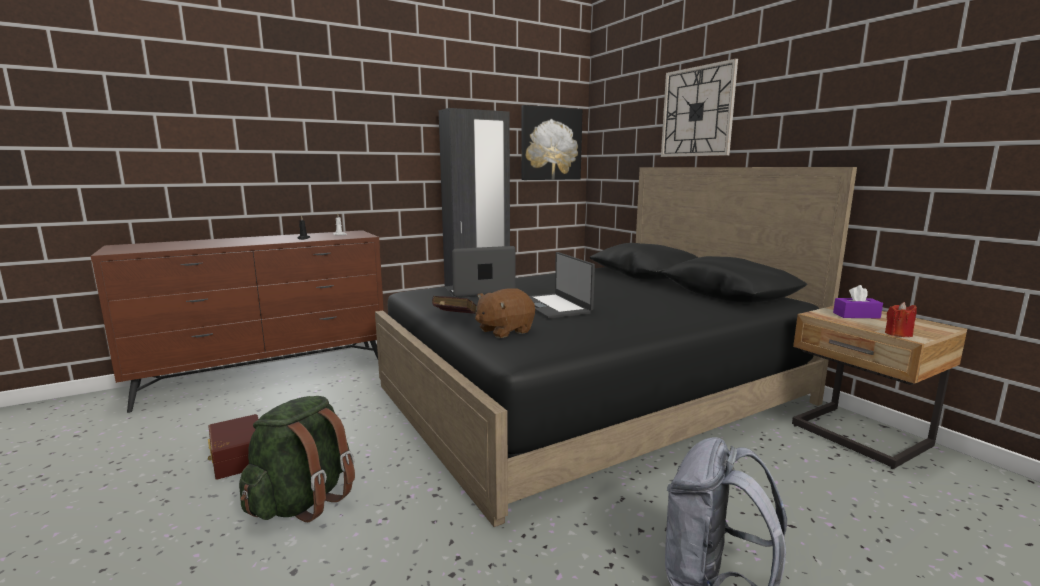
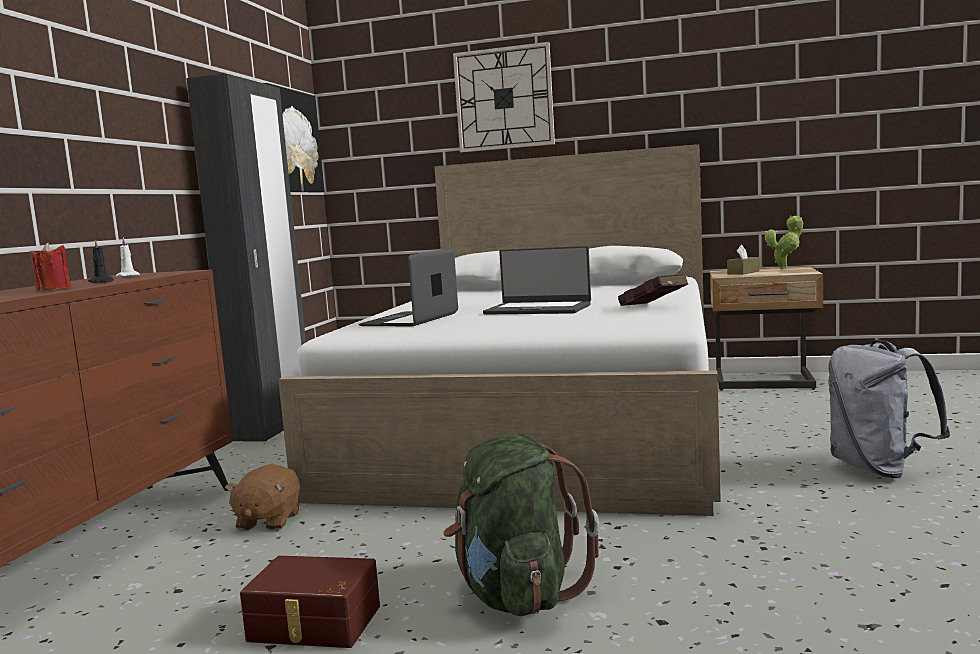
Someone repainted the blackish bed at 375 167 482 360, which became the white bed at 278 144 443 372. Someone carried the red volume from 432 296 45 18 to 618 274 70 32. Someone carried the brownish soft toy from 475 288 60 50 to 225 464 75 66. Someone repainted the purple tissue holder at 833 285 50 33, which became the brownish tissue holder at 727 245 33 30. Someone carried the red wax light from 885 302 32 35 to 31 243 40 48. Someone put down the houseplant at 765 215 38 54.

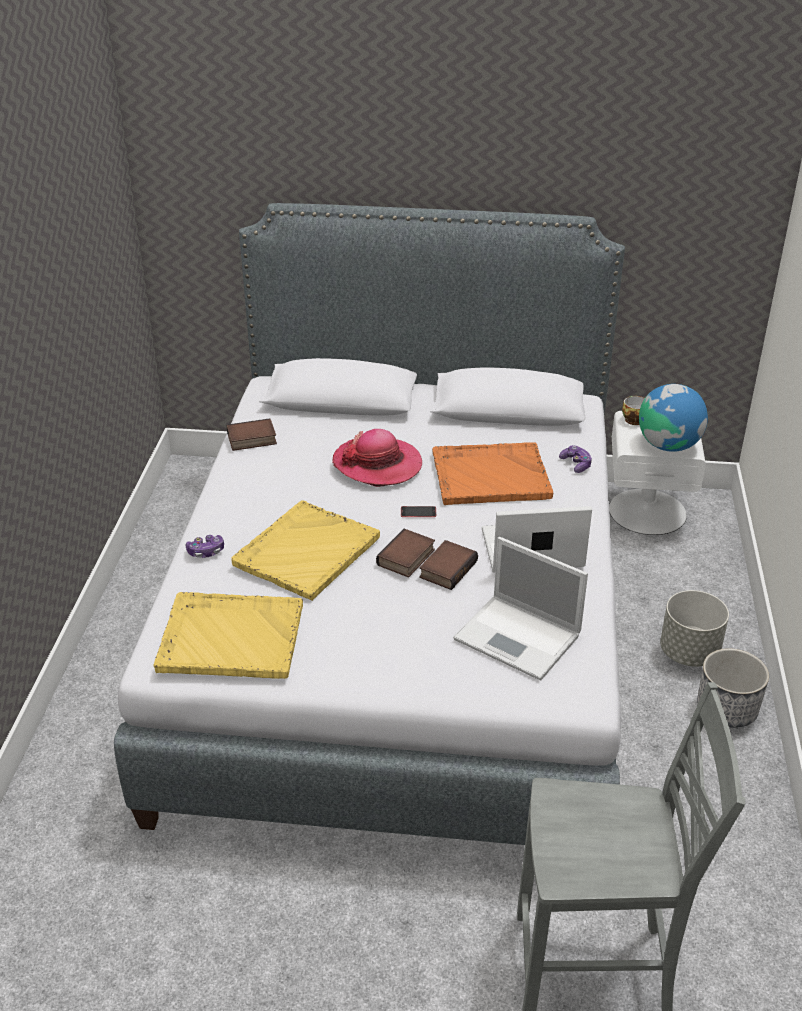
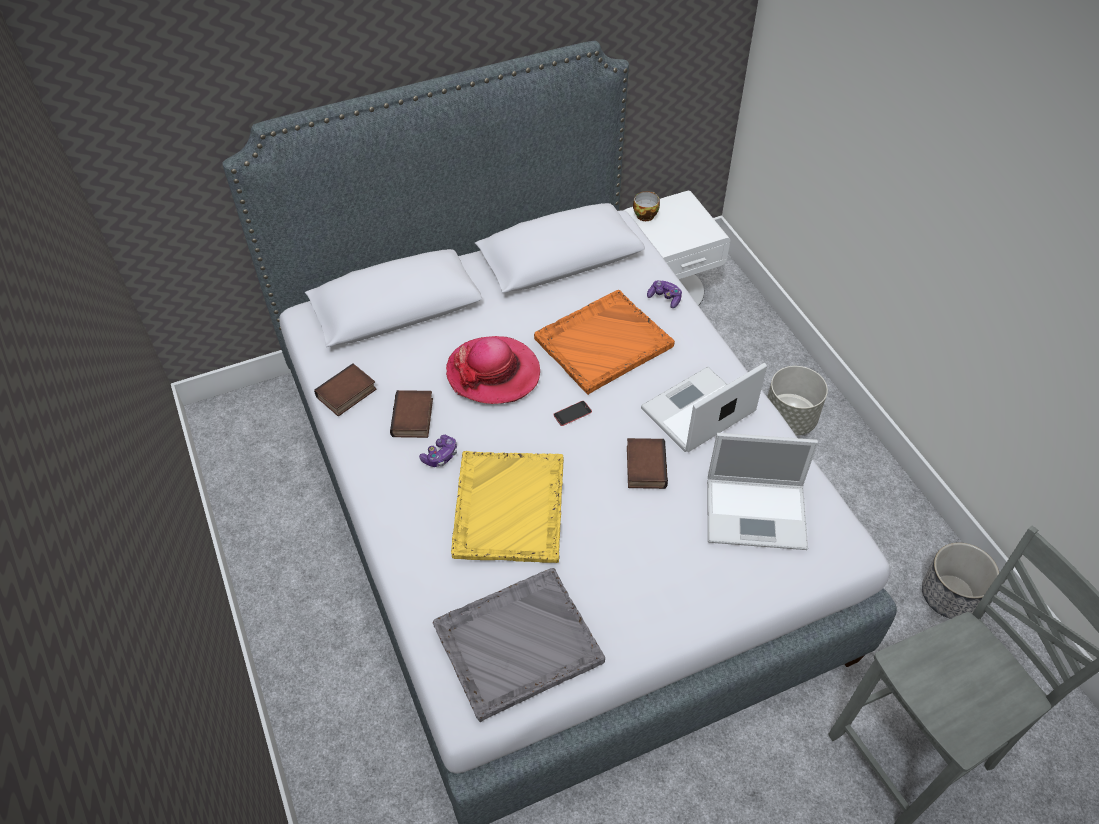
Someone repainted the yellowish serving tray at 153 592 150 87, which became the gray serving tray at 433 568 172 154. Someone carried the gamepad from 186 535 38 23 to 419 435 38 32. Someone carried the volume from 376 529 59 48 to 390 390 43 48. Someone took away the globe at 639 384 69 68. Someone carried the flower pot from 697 648 72 80 to 922 543 77 76.

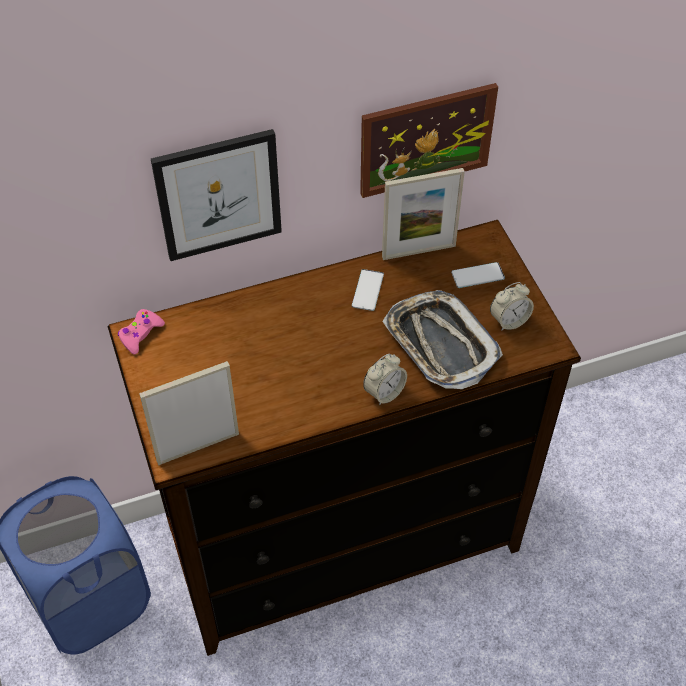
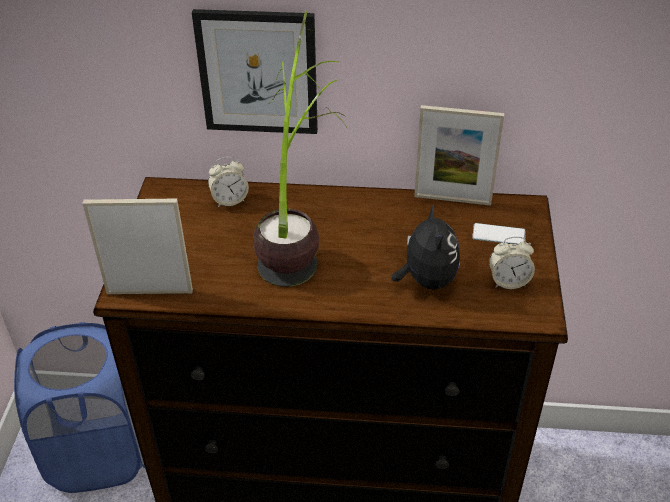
Someone took away the pink gamepad at 118 309 47 46. Someone took away the handset at 352 269 32 42. Someone took away the wall picture at 360 83 138 115. Someone carried the bedside clock from 363 354 44 52 to 208 157 41 50. Someone swapped the serving tray at 382 290 121 99 for the soft toy at 392 204 68 86. Someone put down the houseplant at 253 11 95 276.

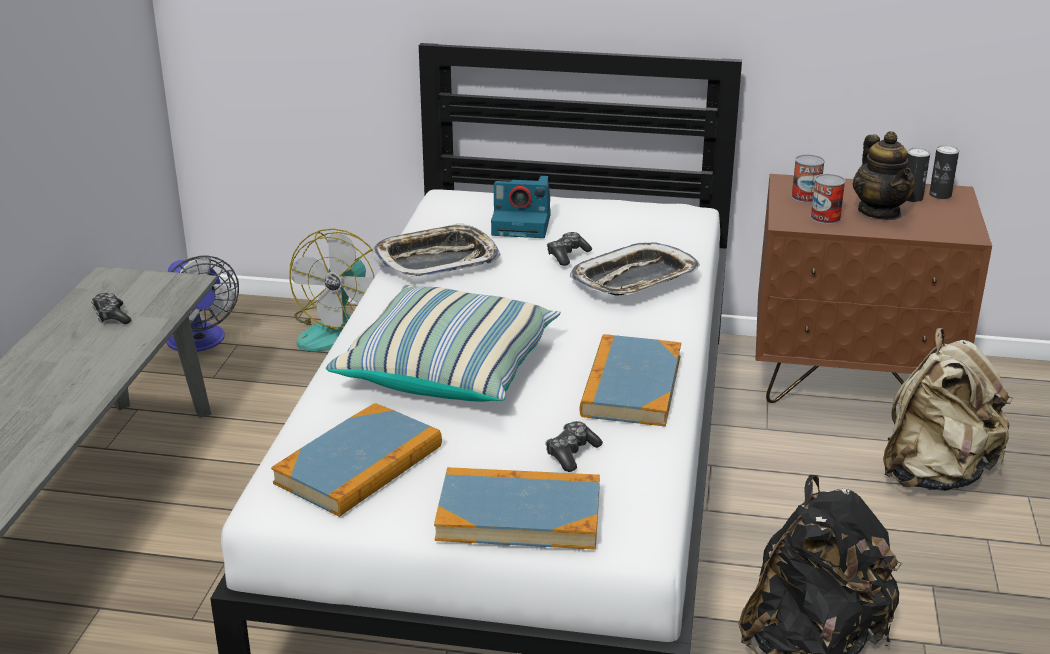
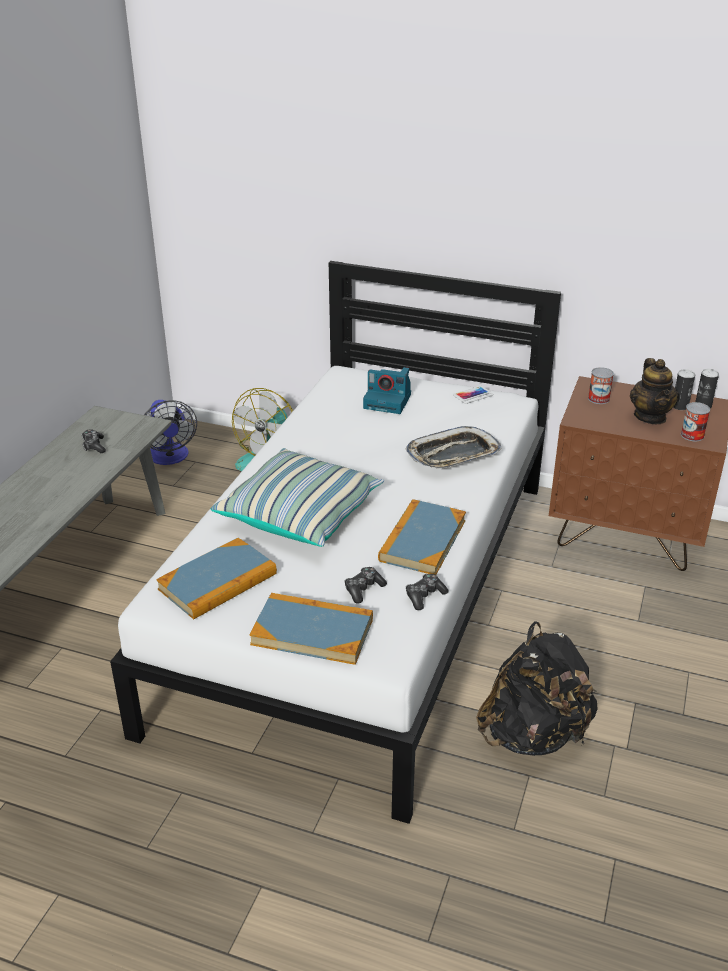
Someone took away the serving tray at 372 223 129 55. Someone carried the gamepad from 547 232 45 34 to 406 574 43 36. Someone carried the can from 810 174 36 50 to 681 402 29 39. Someone took away the beige-coloured knapsack at 883 328 130 163. Someone put down the handset at 453 386 40 18.

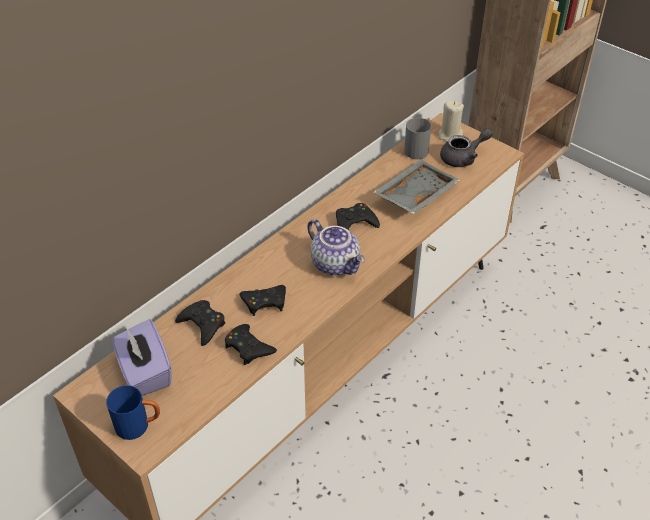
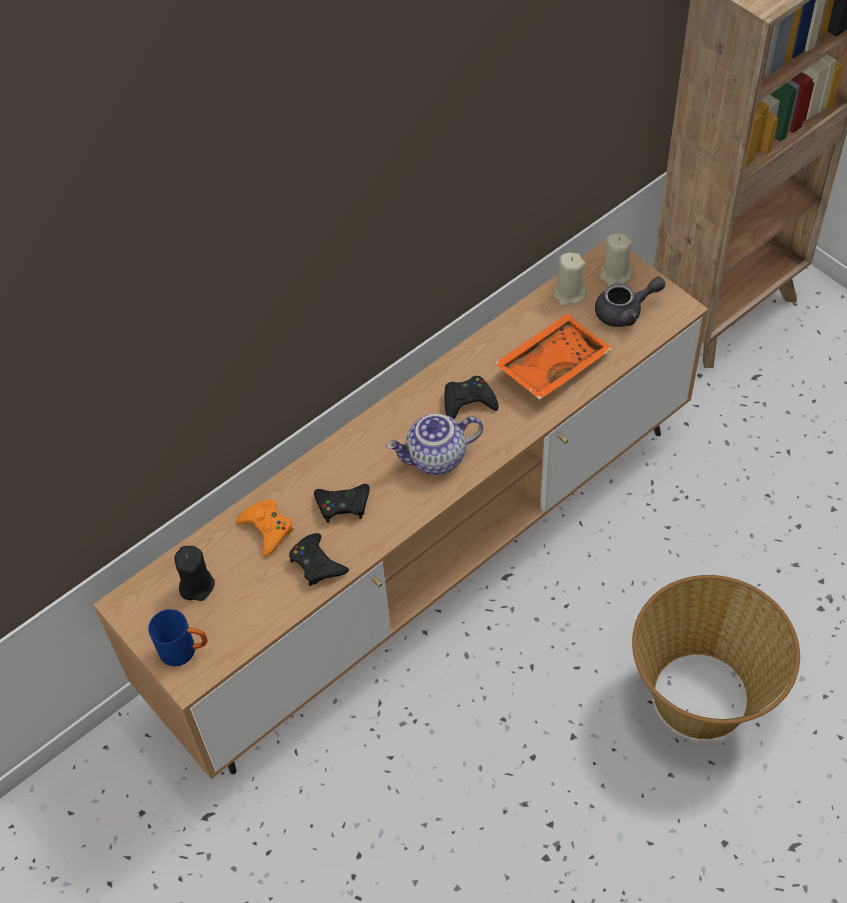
Someone swapped the purple tissue holder at 113 319 59 77 for the blackish wax light at 175 546 40 55. Someone repainted the blackish gamepad at 175 300 50 46, which became the orange gamepad at 236 499 57 58. Someone rotated the tea pot at 308 219 57 57 by 105 degrees clockwise. Someone repainted the gray serving tray at 373 160 87 54, which became the orange serving tray at 494 313 119 87. Someone swapped the gray tea mug at 404 118 27 41 for the beige-coloured wax light at 553 253 34 53. Someone put down the household basket at 632 575 168 164.

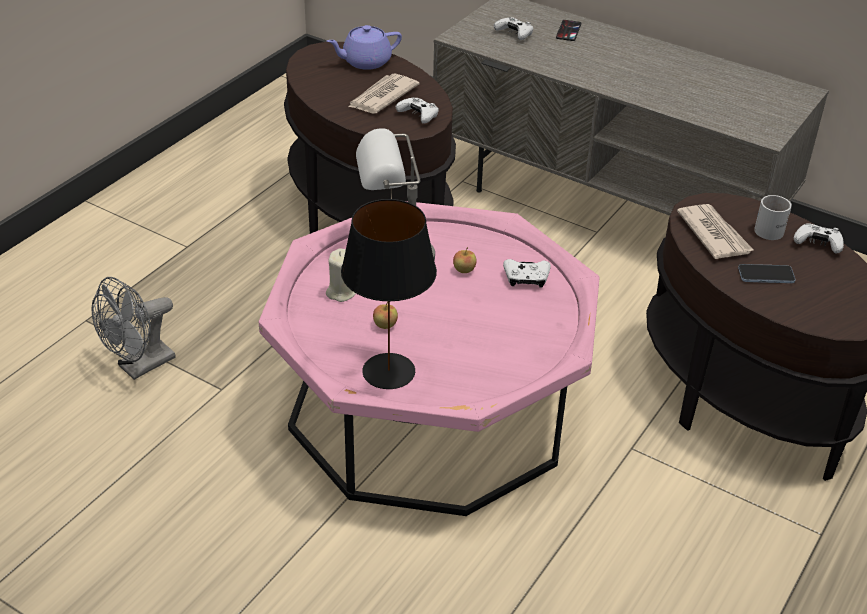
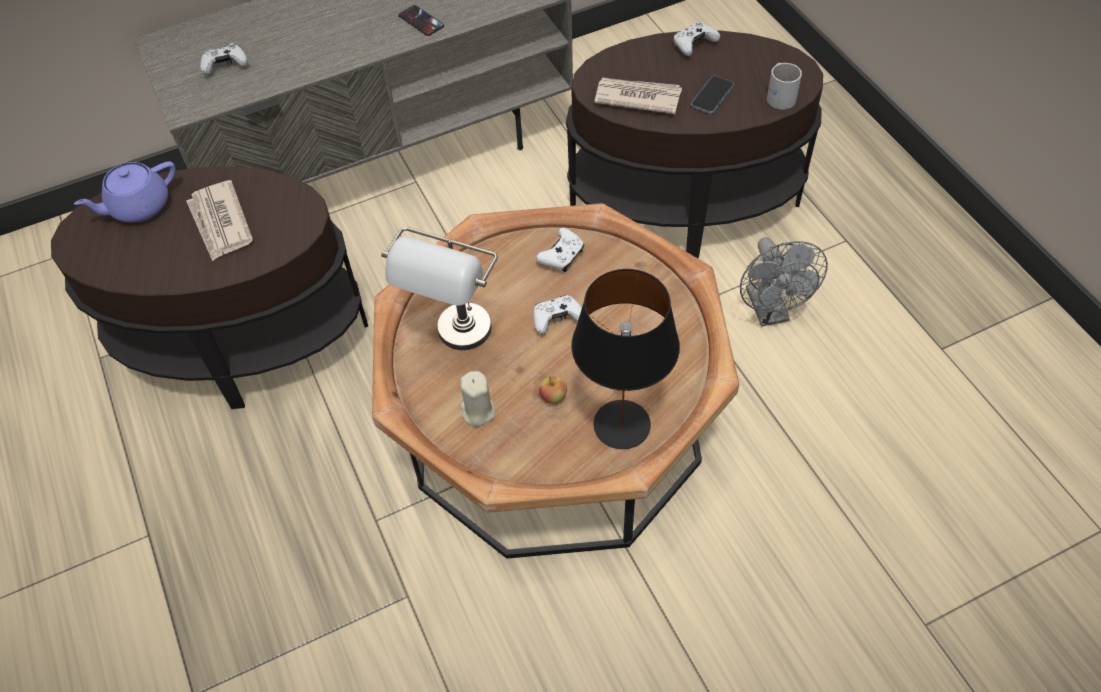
Someone carried the gray electric fan from 91 277 85 103 to 740 237 88 90. Someone repainted the pink coffee table at 259 201 340 315, which became the brownish coffee table at 372 203 367 356. Someone rotated the purple tea pot at 327 25 75 45 by 45 degrees clockwise. Someone carried the white gamepad from 396 97 43 27 to 534 295 48 39. Someone took away the apple fruit at 453 247 24 26. Someone carried the handset from 556 20 25 21 to 398 5 46 31. Someone carried the white tea mug from 754 195 38 45 to 767 63 35 47.

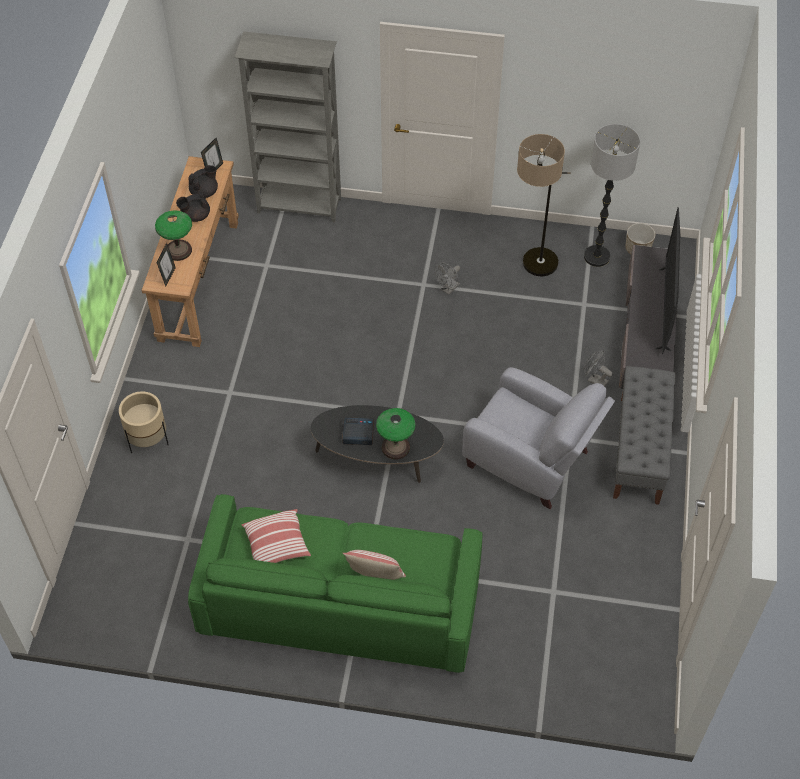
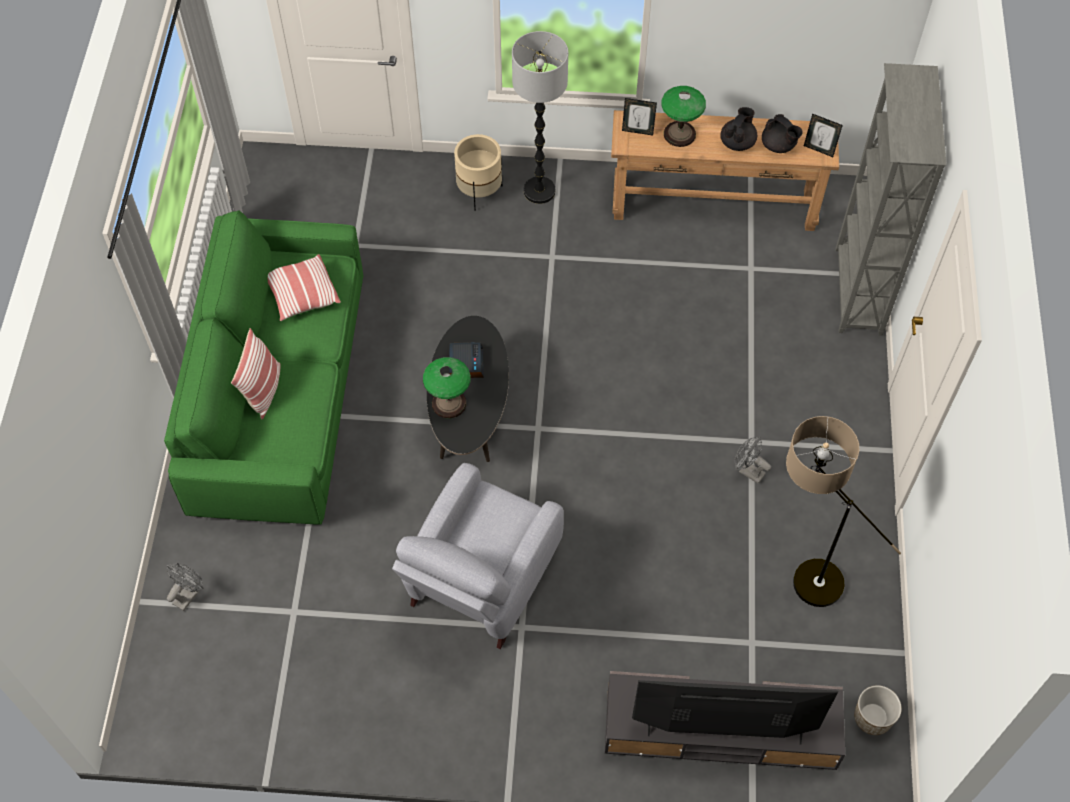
Someone rotated the blackish tea pot at 176 191 34 31 by 60 degrees clockwise. Someone carried the standing lamp from 584 124 56 143 to 512 31 56 173. Someone carried the gray electric fan from 584 350 29 36 to 167 563 36 48. Someone took away the gray indoor bench at 613 366 62 139.

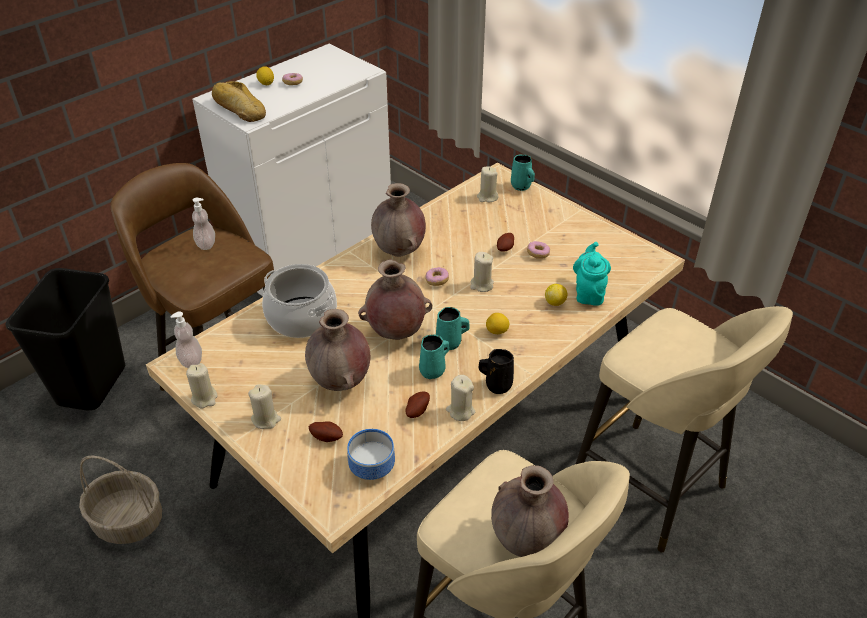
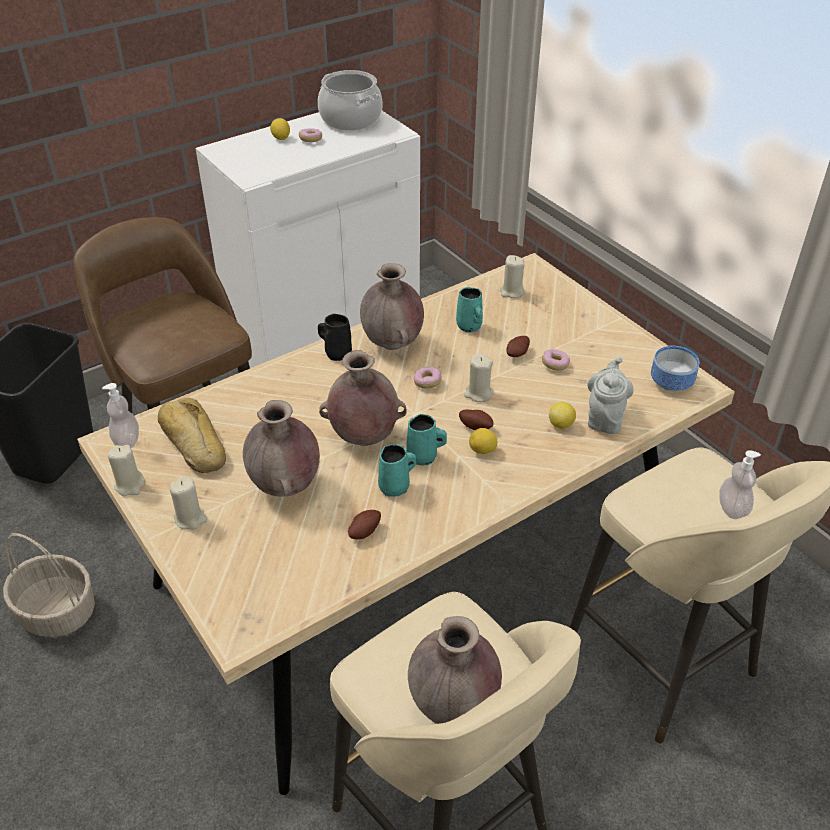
Someone carried the soap bottle from 192 198 23 52 to 720 450 41 69. Someone carried the bread from 212 81 54 41 to 158 398 68 75. Someone carried the cooking pot from 262 264 75 74 to 318 70 65 60. Someone carried the whole potato from 309 421 34 21 to 459 409 35 21. Someone carried the deep dish from 347 429 48 51 to 651 346 48 46. Someone took away the beige-coloured wax light at 446 375 29 46. Someone carried the blackish tea mug from 479 349 35 45 to 318 314 34 47. Someone carried the blue-green tea mug from 511 154 24 37 to 456 287 27 45. Someone repainted the blue-green tea pot at 573 242 38 64, which became the gray tea pot at 587 357 47 77.

